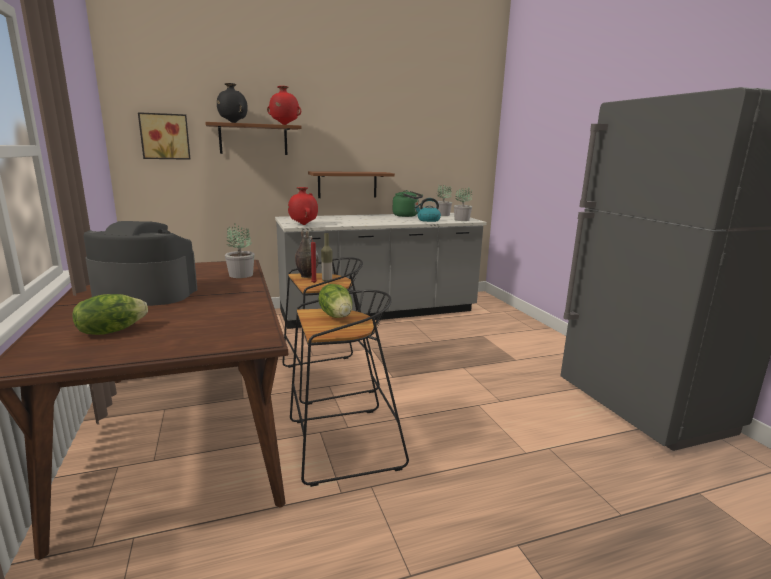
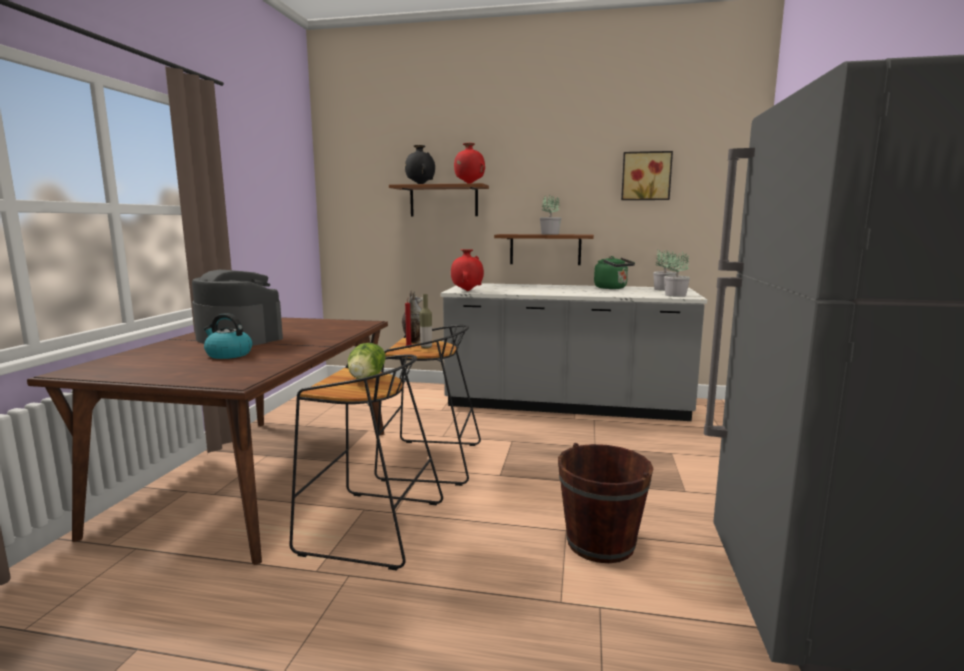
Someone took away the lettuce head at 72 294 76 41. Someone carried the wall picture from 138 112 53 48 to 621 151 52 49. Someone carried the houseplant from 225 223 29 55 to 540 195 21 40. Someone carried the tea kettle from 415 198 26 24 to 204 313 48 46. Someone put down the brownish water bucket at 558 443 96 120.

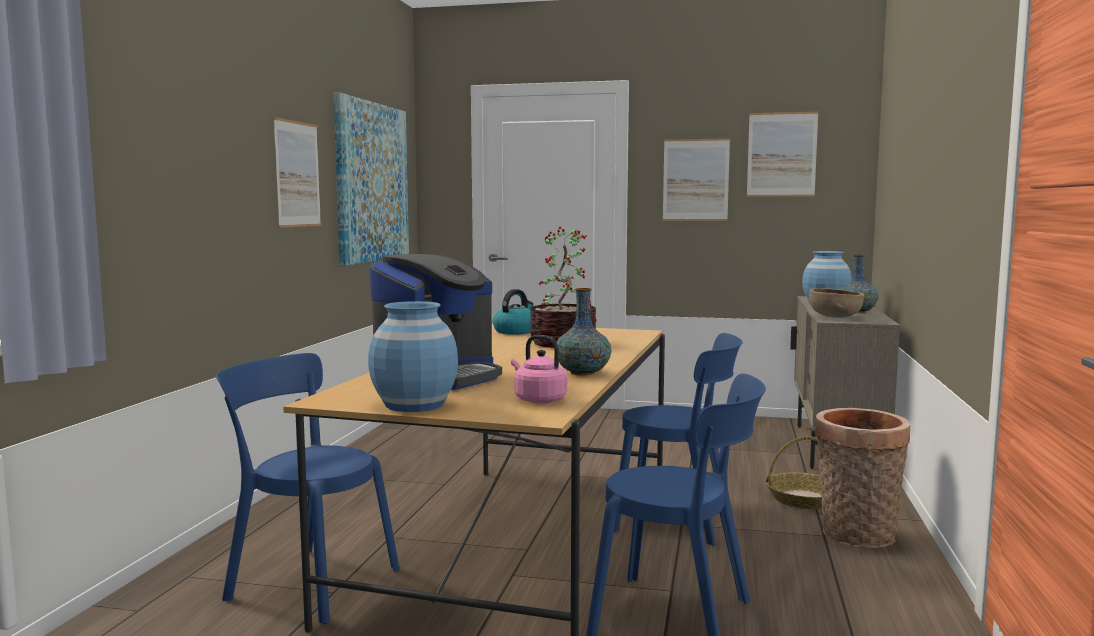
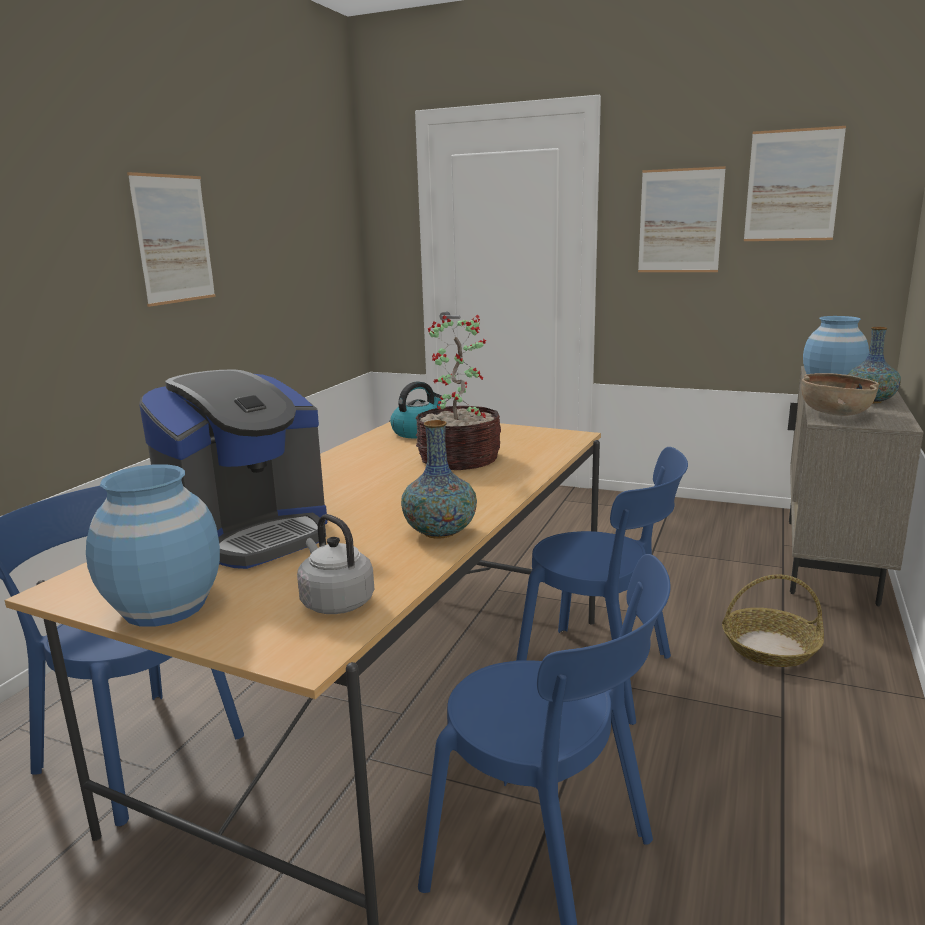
Someone took away the wall picture at 334 92 75 174. Someone repainted the pink tea kettle at 511 335 56 68, which became the gray tea kettle at 297 514 77 100. Someone took away the household basket at 815 408 95 140.

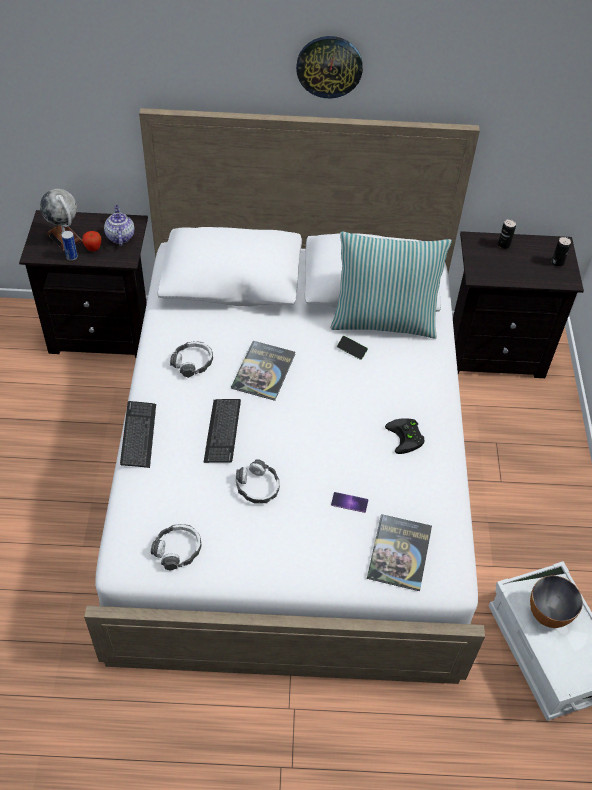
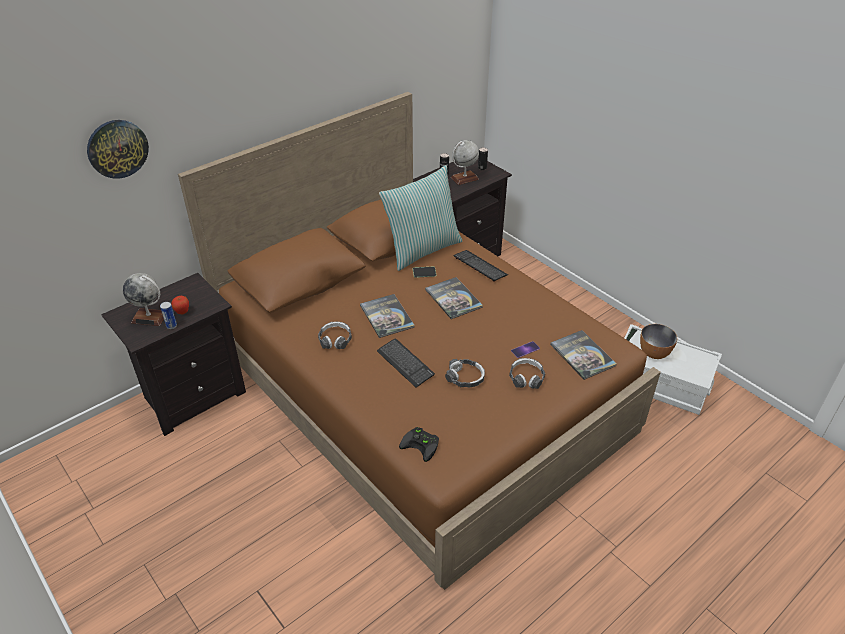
Someone repainted the white bed at 84 108 401 576, which became the brownish bed at 178 92 483 498. Someone took away the tea pot at 104 205 31 41. Someone carried the computer keyboard from 120 401 36 67 to 454 250 54 32. Someone carried the headphones from 151 524 51 47 to 509 358 36 31. Someone carried the clock on the wall from 296 36 67 63 to 87 120 62 59. Someone carried the blackish gamepad from 385 418 40 36 to 399 427 40 35. Someone put down the volume at 425 277 58 42. Someone put down the globe at 451 140 28 45.

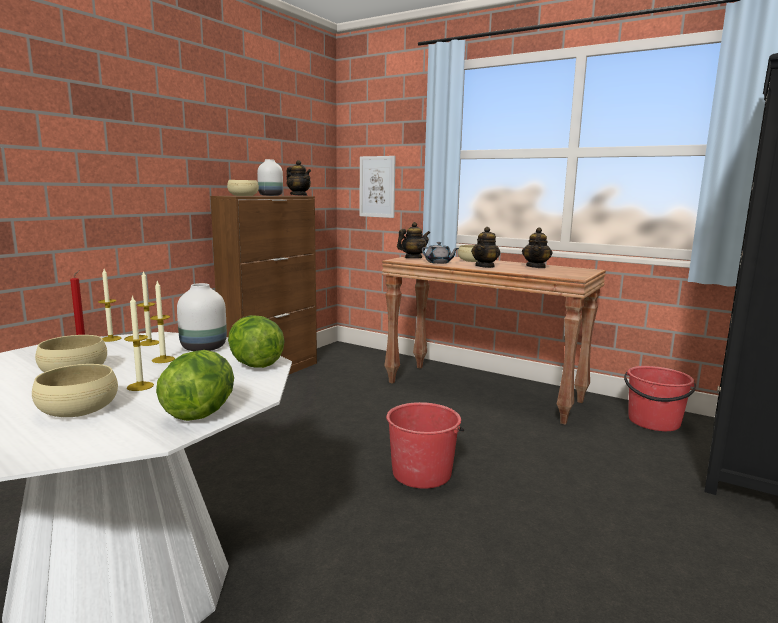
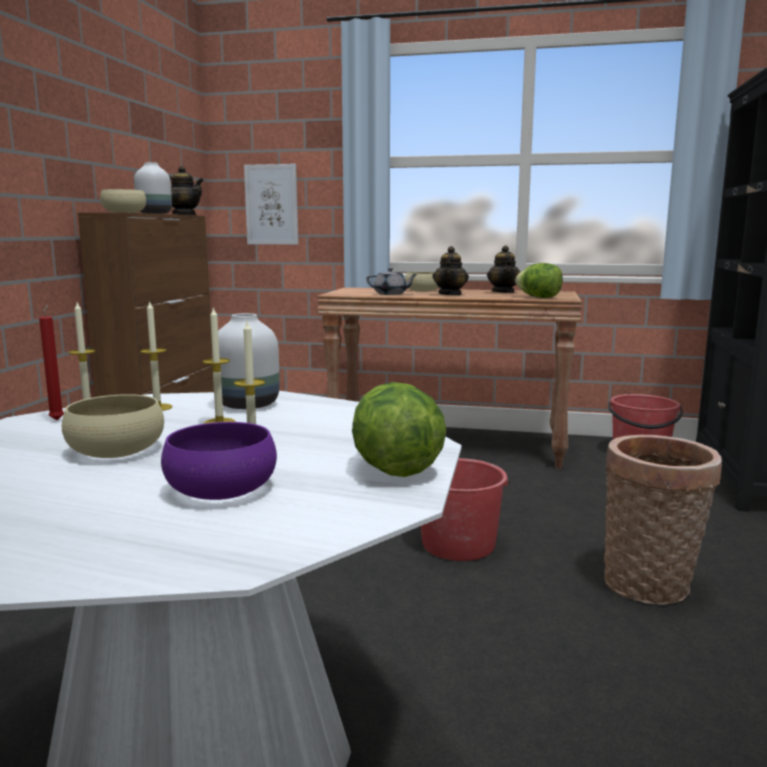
Someone repainted the beige-coloured deep dish at 32 364 86 53, which became the purple deep dish at 161 422 116 78. Someone carried the lettuce head from 228 315 56 53 to 515 263 48 35. Someone took away the tea pot at 397 222 33 36. Someone put down the household basket at 604 435 118 170.

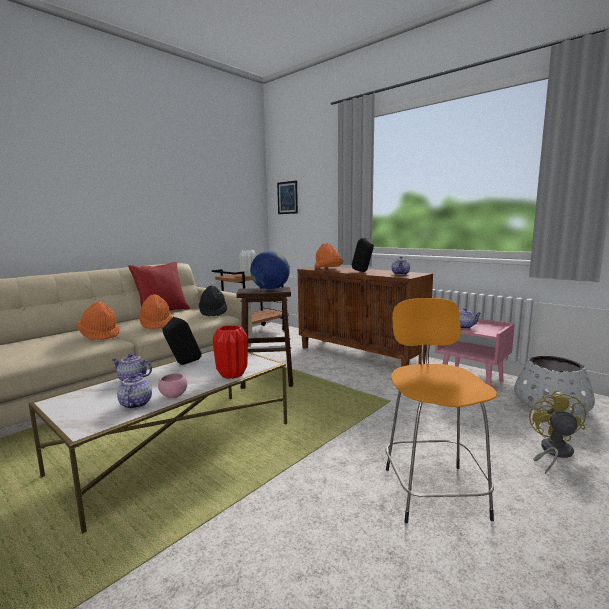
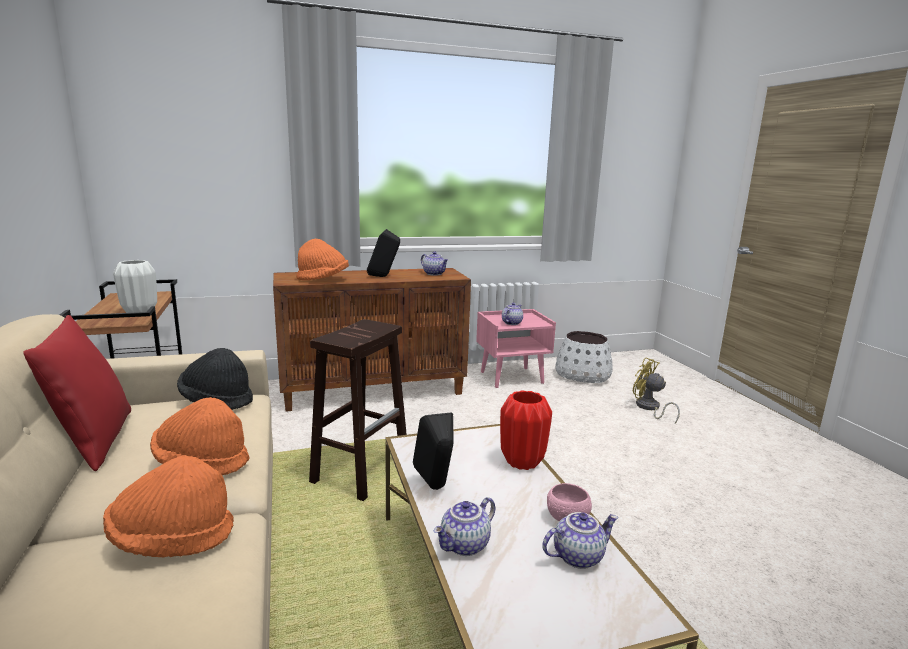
Someone rotated the tea pot at 117 373 35 36 by 135 degrees clockwise. Someone took away the globe at 250 251 40 39. Someone took away the wall picture at 277 180 21 34. Someone took away the orange stool seat at 386 298 111 225.

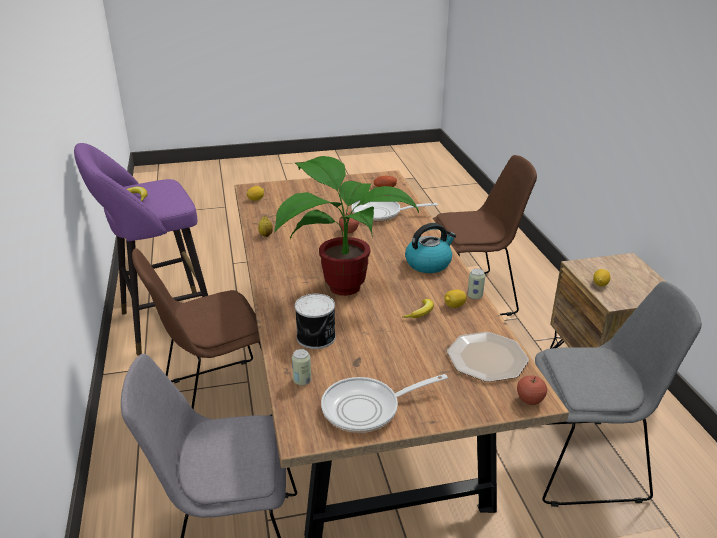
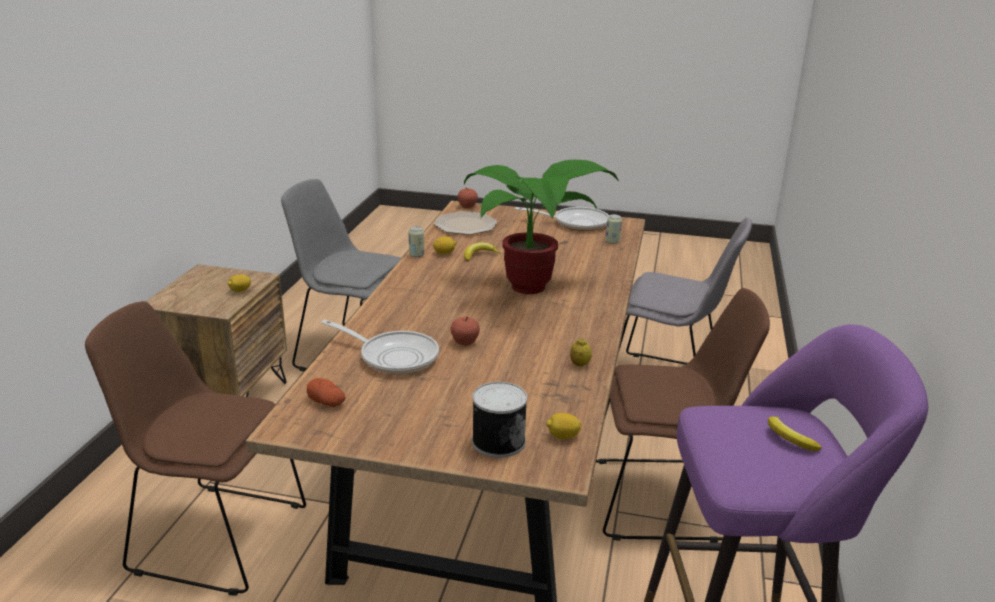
Someone carried the can from 295 294 41 55 to 472 382 55 76. Someone took away the tea kettle at 405 223 51 50.

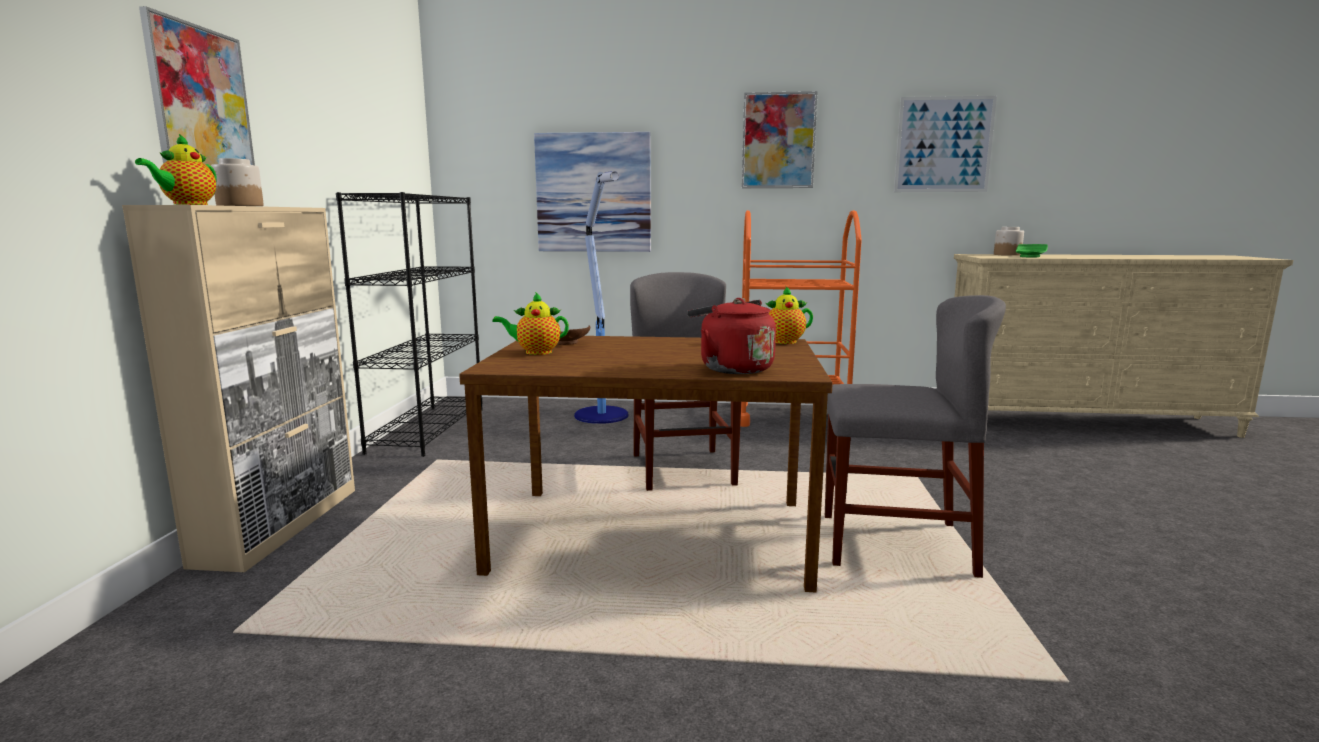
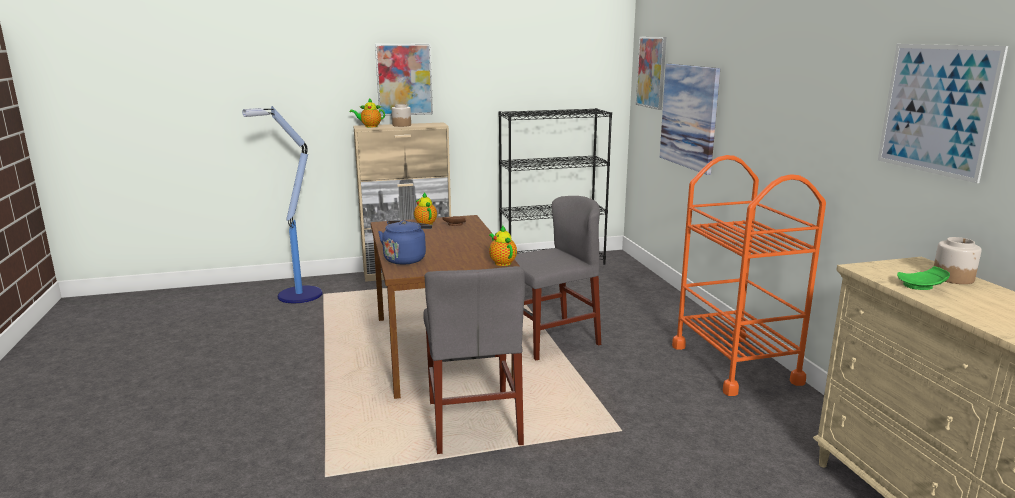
Someone carried the standing lamp from 574 171 55 253 to 242 106 81 197. Someone repainted the red tea kettle at 687 298 89 76, which became the bluish tea kettle at 378 220 54 45. Someone carried the wall picture from 742 91 76 97 to 636 37 30 73.

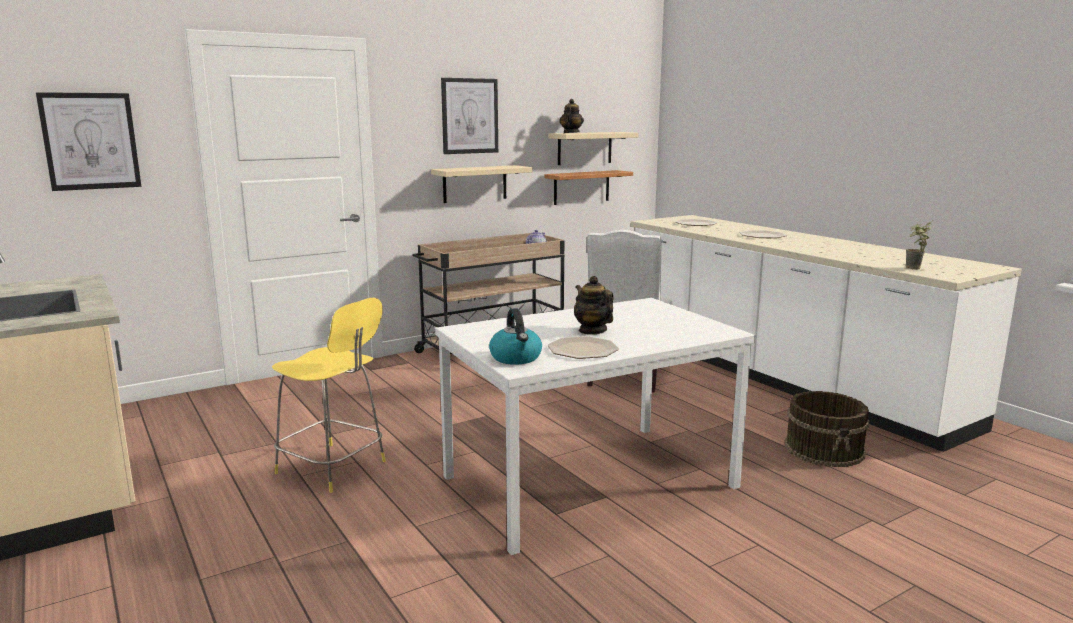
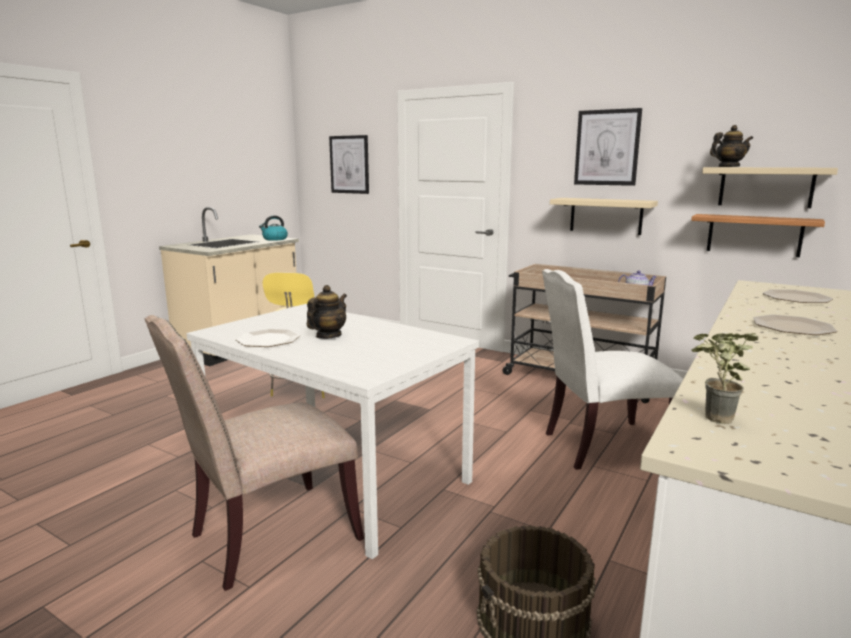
Someone carried the tea kettle from 489 308 53 57 to 259 216 29 25. Someone put down the beige-coloured chair at 144 315 220 276.

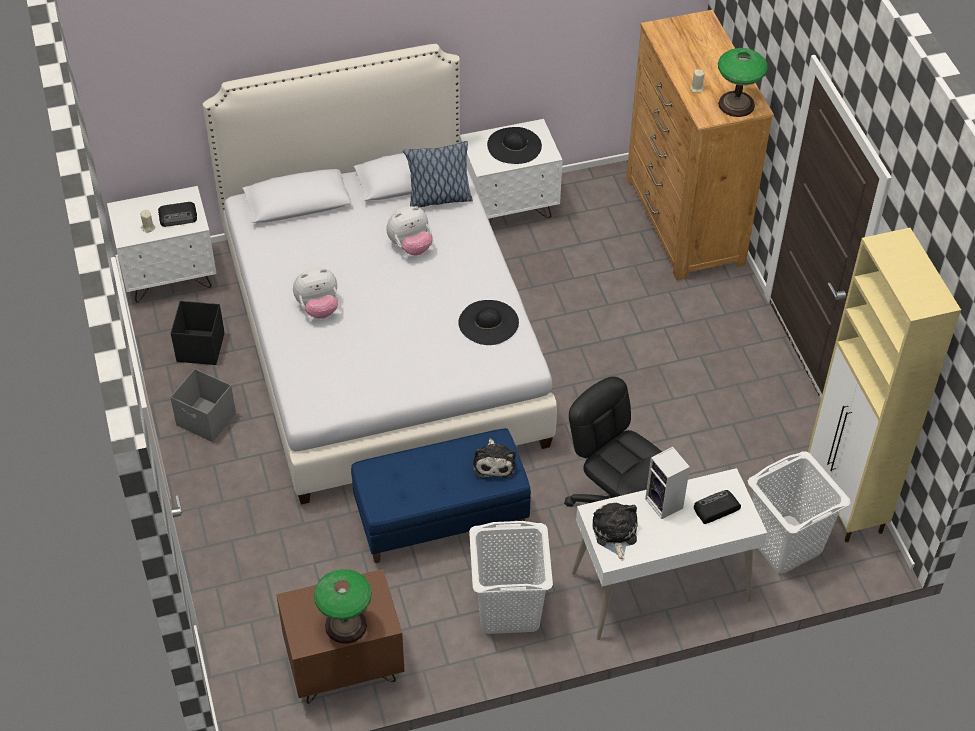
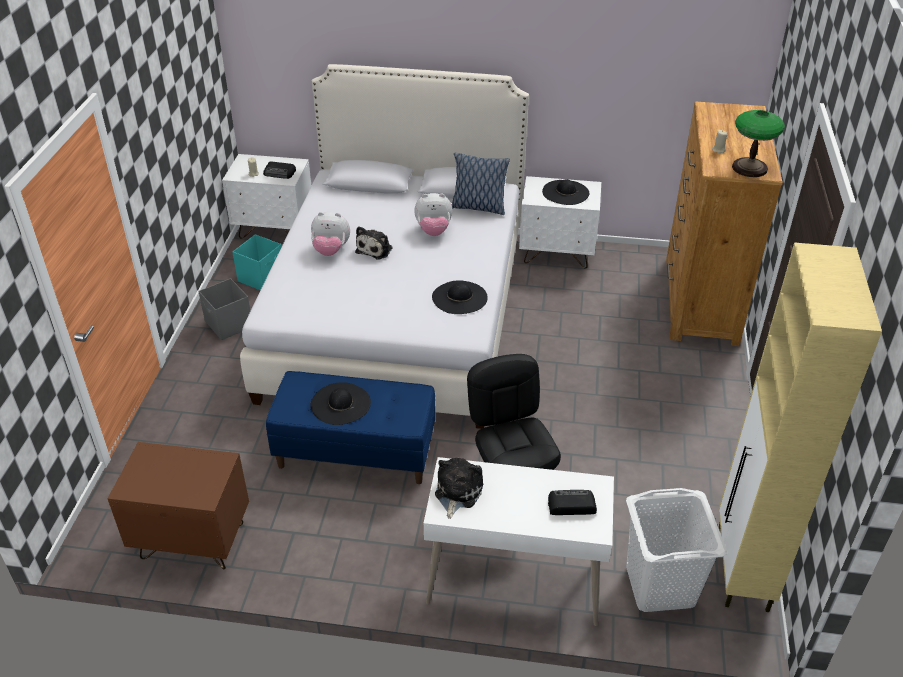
Someone repainted the blackish storage bin at 171 301 54 64, which became the blue-green storage bin at 233 234 49 56. Someone took away the table lamp at 314 569 58 75. Someone took away the white laundry basket at 469 521 84 113. Someone carried the soft toy from 473 438 43 40 to 355 226 37 33. Someone took away the audio speaker at 645 447 45 72. Someone put down the blackish clothing hat at 310 382 61 43.

